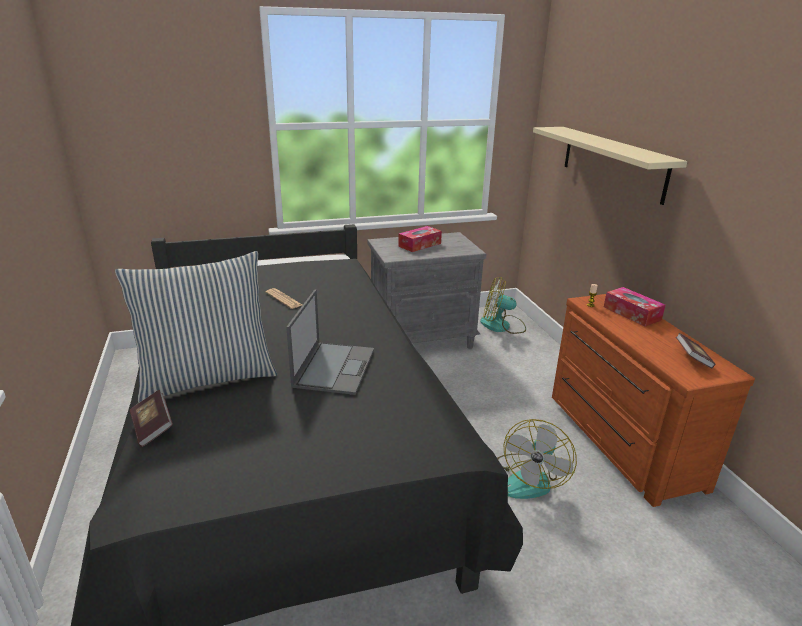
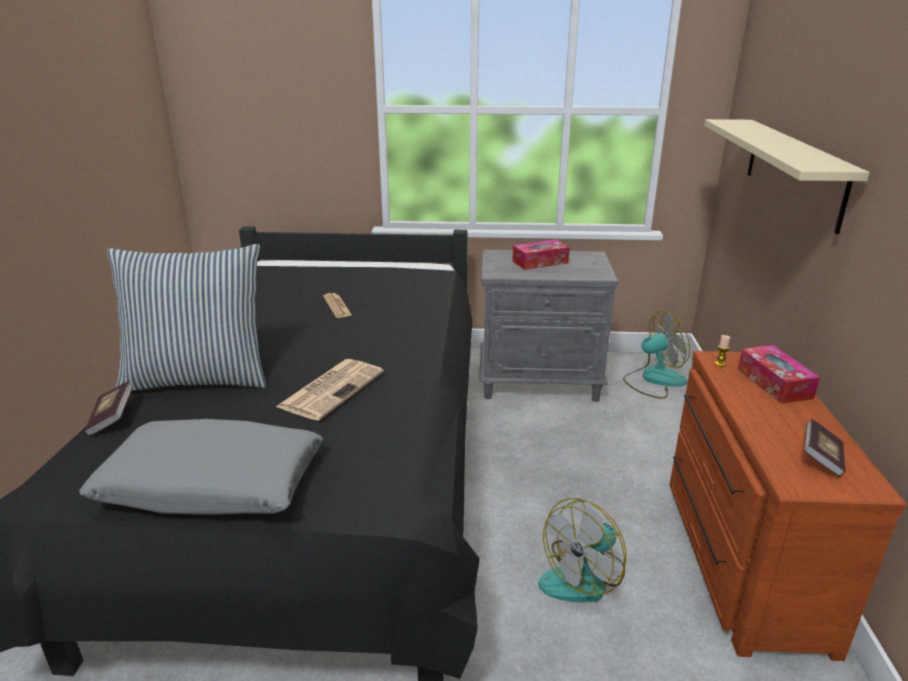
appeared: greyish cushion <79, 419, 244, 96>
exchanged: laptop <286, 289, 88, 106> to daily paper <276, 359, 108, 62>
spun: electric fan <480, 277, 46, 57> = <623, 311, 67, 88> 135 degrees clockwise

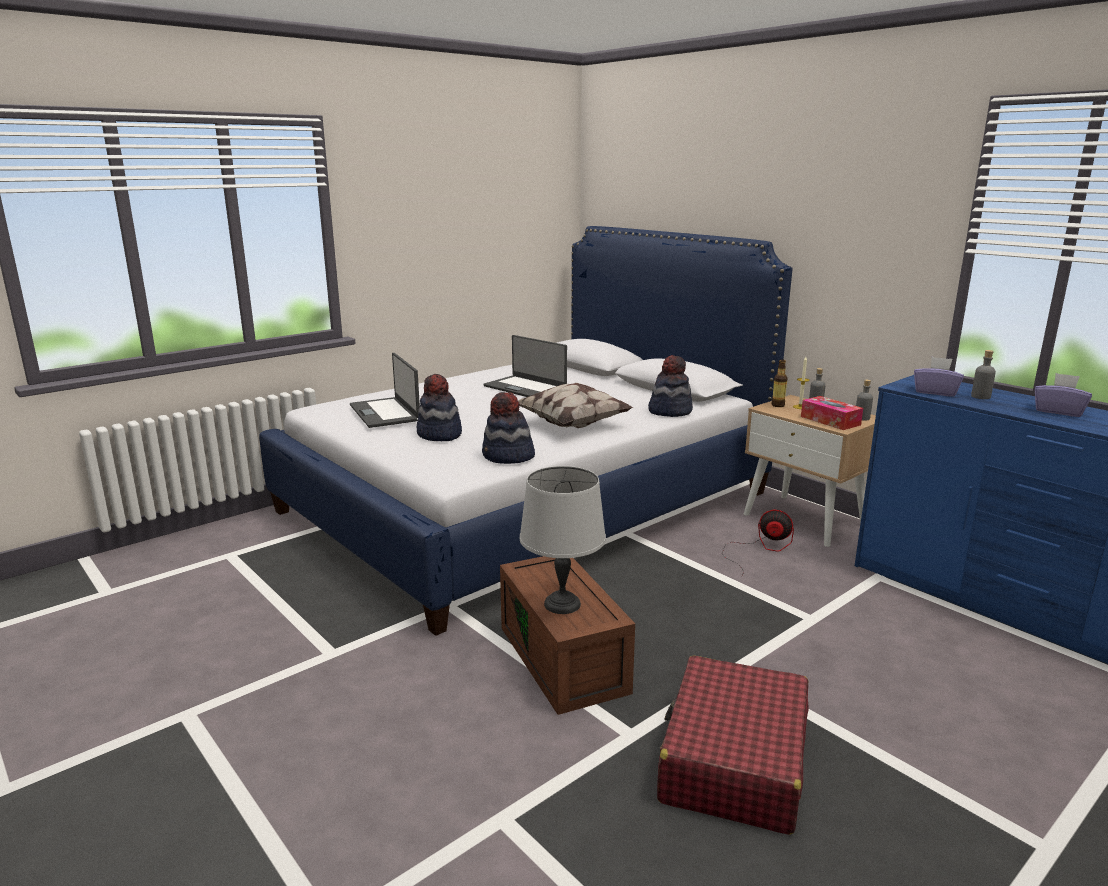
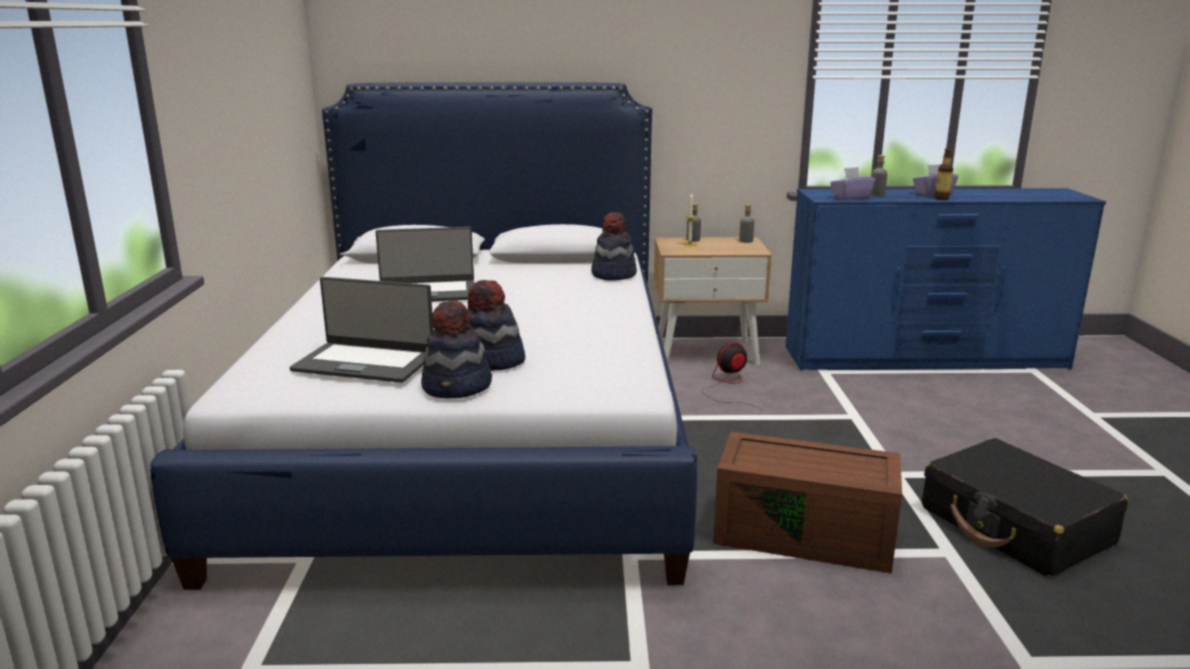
missing: cushion <518, 383, 115, 45>; box of tissues <801, 396, 62, 34>; greyish table lamp <520, 466, 86, 148>
relocated: drink bottle <771, 359, 16, 48> to <935, 148, 18, 52>; clothing hat <482, 392, 53, 72> to <421, 300, 71, 99>
colour: reddish suitcase <657, 655, 152, 180> to black suitcase <922, 438, 206, 139>

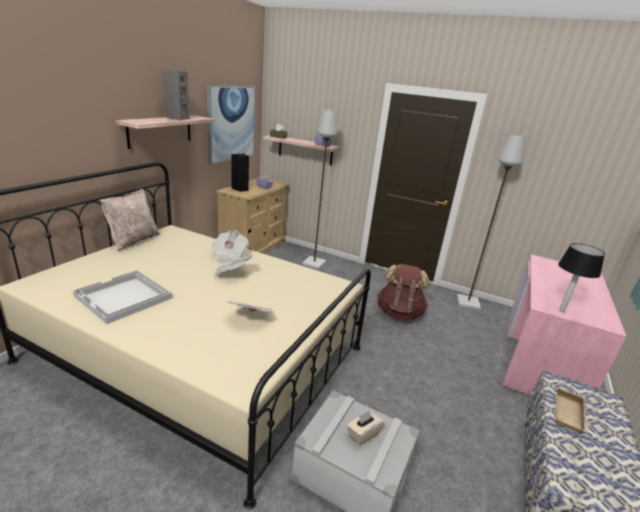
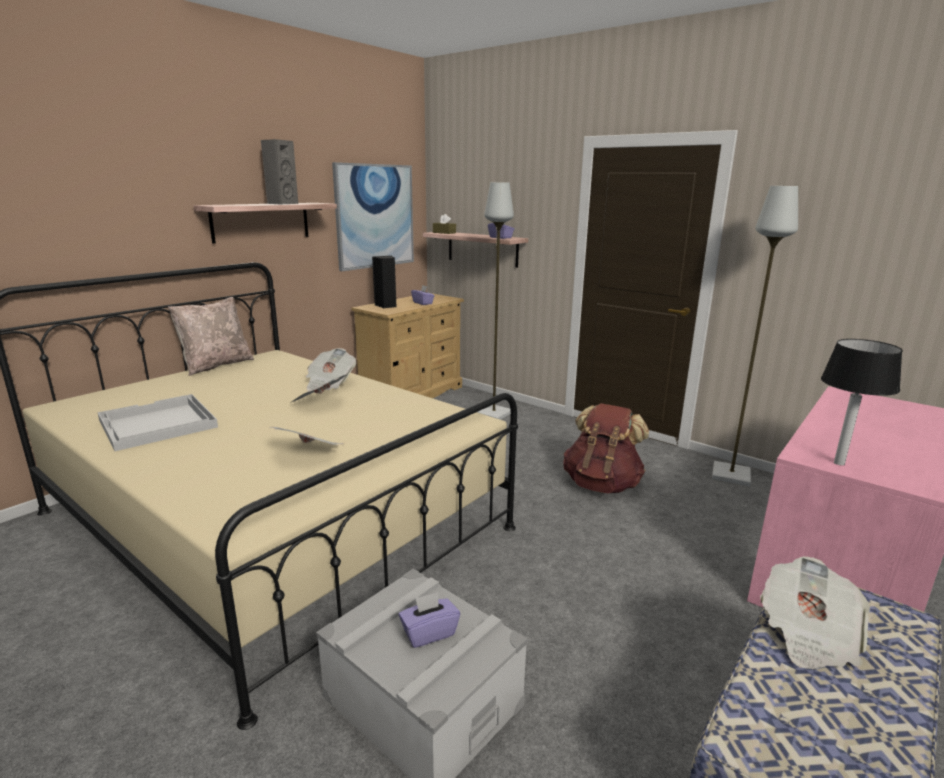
exchanged: beige tray <556, 387, 32, 46> to daily paper <760, 556, 110, 113>
colour: beige box of tissues <347, 411, 38, 34> to purple box of tissues <399, 592, 61, 56>

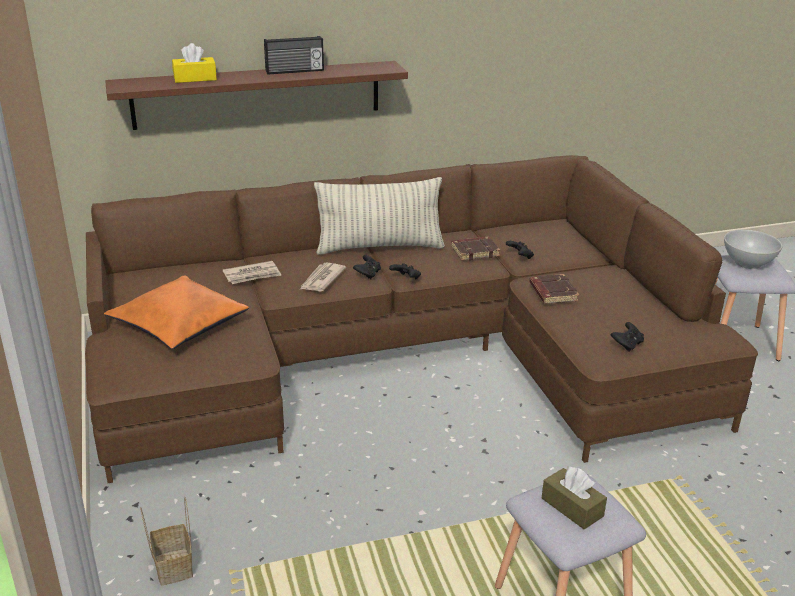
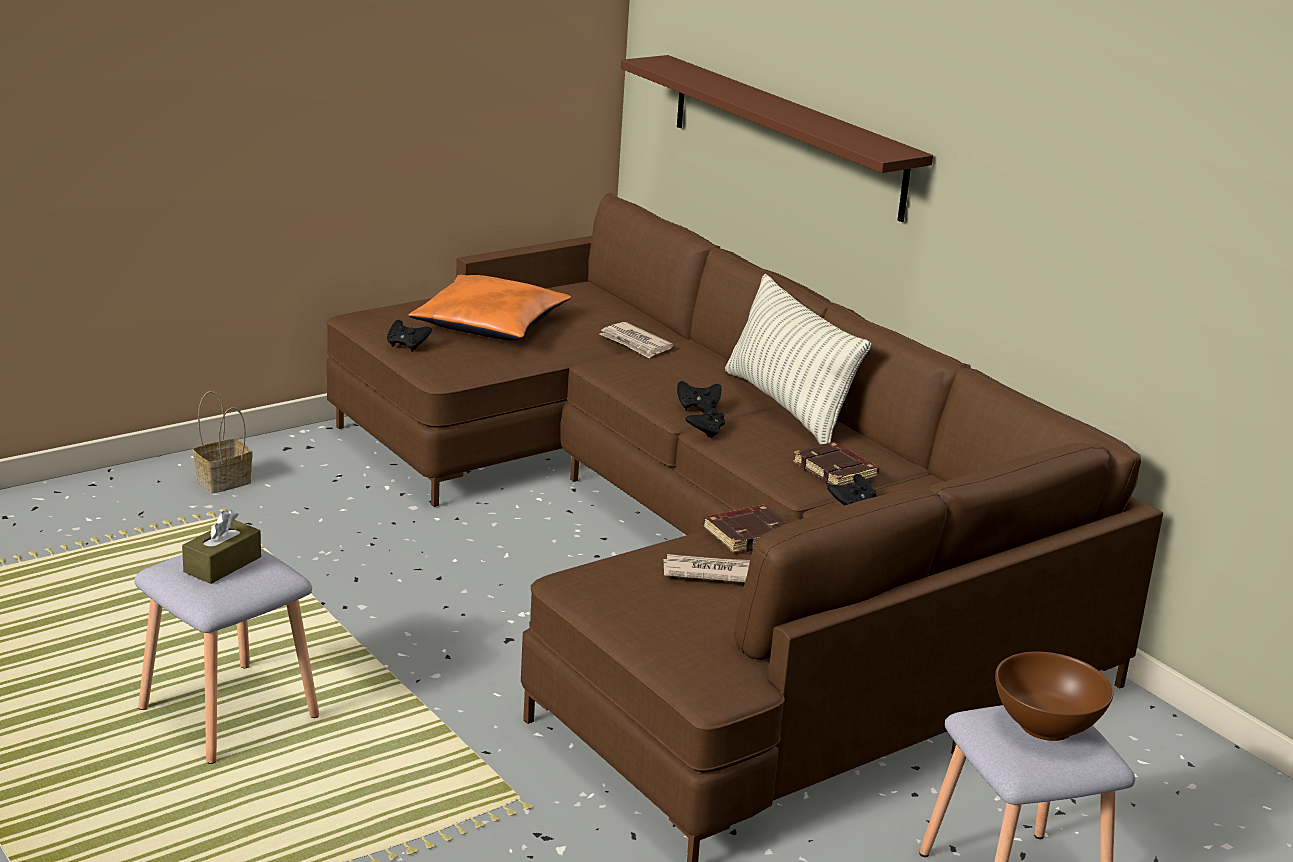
missing: radio receiver <264, 36, 60, 39>; yellow-coloured box of tissues <172, 43, 45, 40>
relocated: daily paper <300, 262, 46, 29> to <663, 554, 87, 29>; black joypad <611, 322, 33, 29> to <387, 320, 45, 32>
colour: white-coloured serving bowl <724, 230, 58, 39> to brown-coloured serving bowl <995, 652, 118, 89>

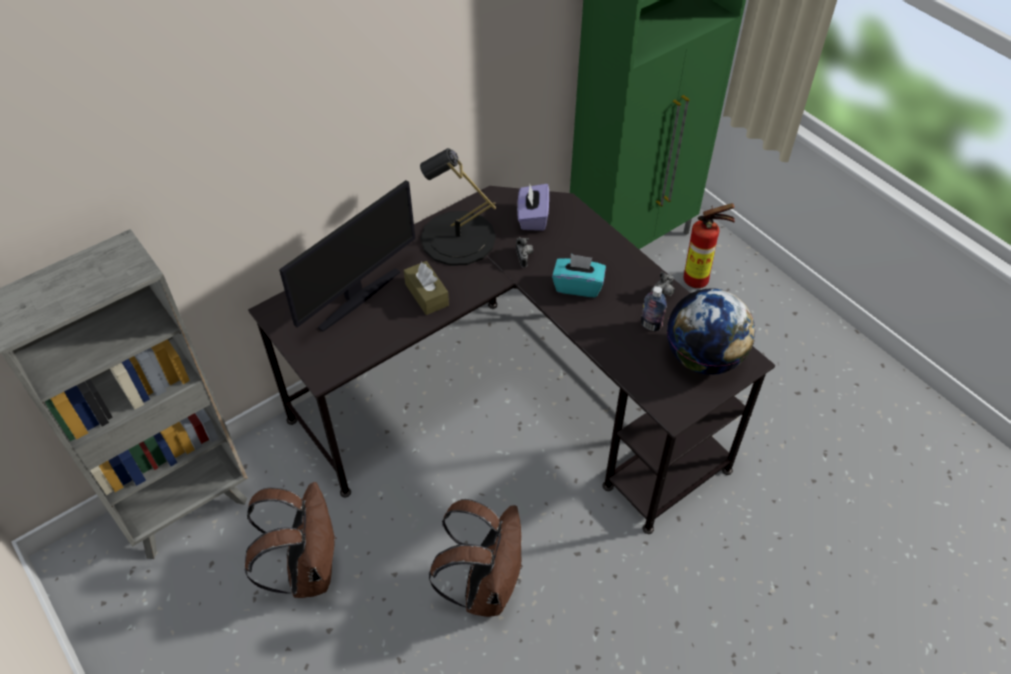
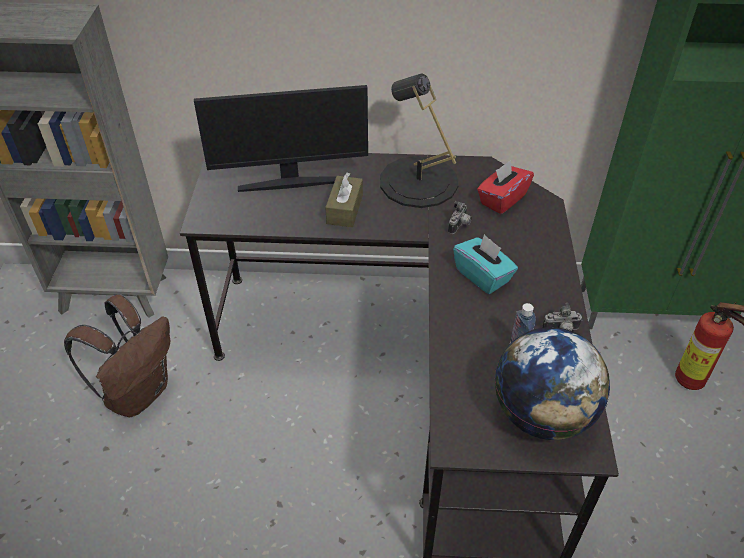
missing: brown-coloured knapsack <429, 499, 94, 118>
colour: purple box of tissues <517, 184, 32, 47> to reddish box of tissues <477, 160, 57, 54>

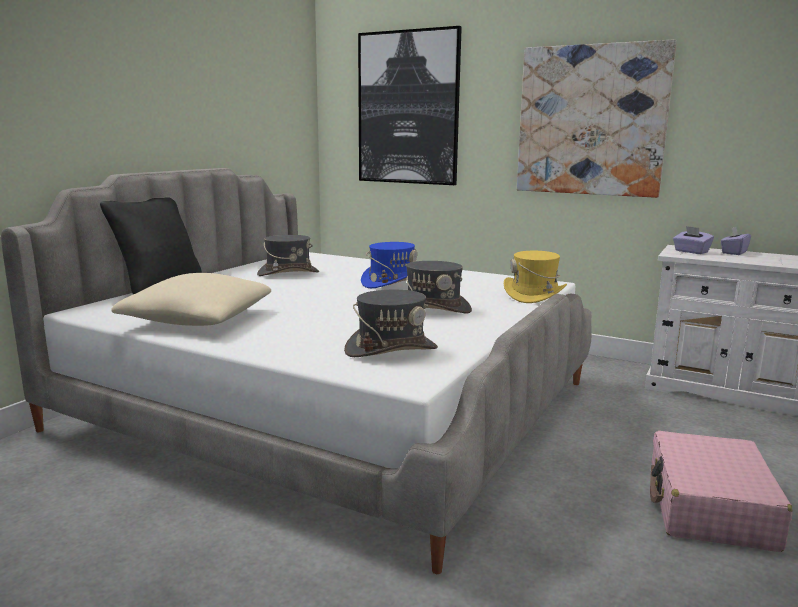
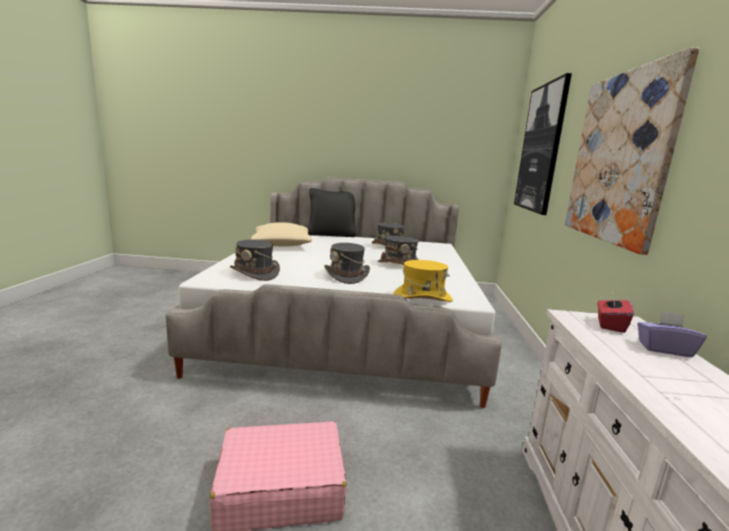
colour: purple box of tissues <673, 226, 41, 28> to reddish box of tissues <597, 290, 37, 43>; blue-coloured clothing hat <361, 242, 56, 46> to greyish clothing hat <377, 236, 42, 29>

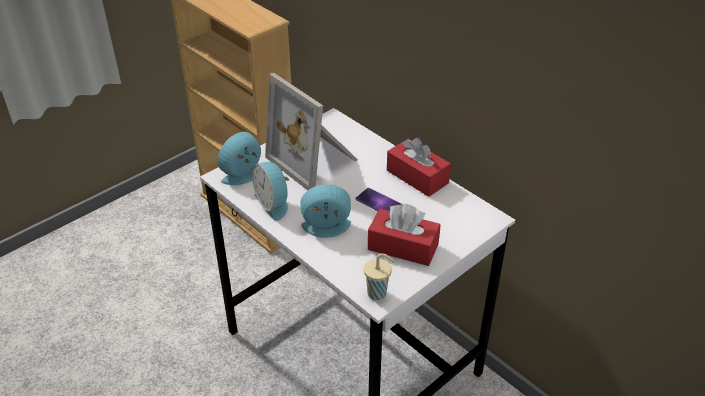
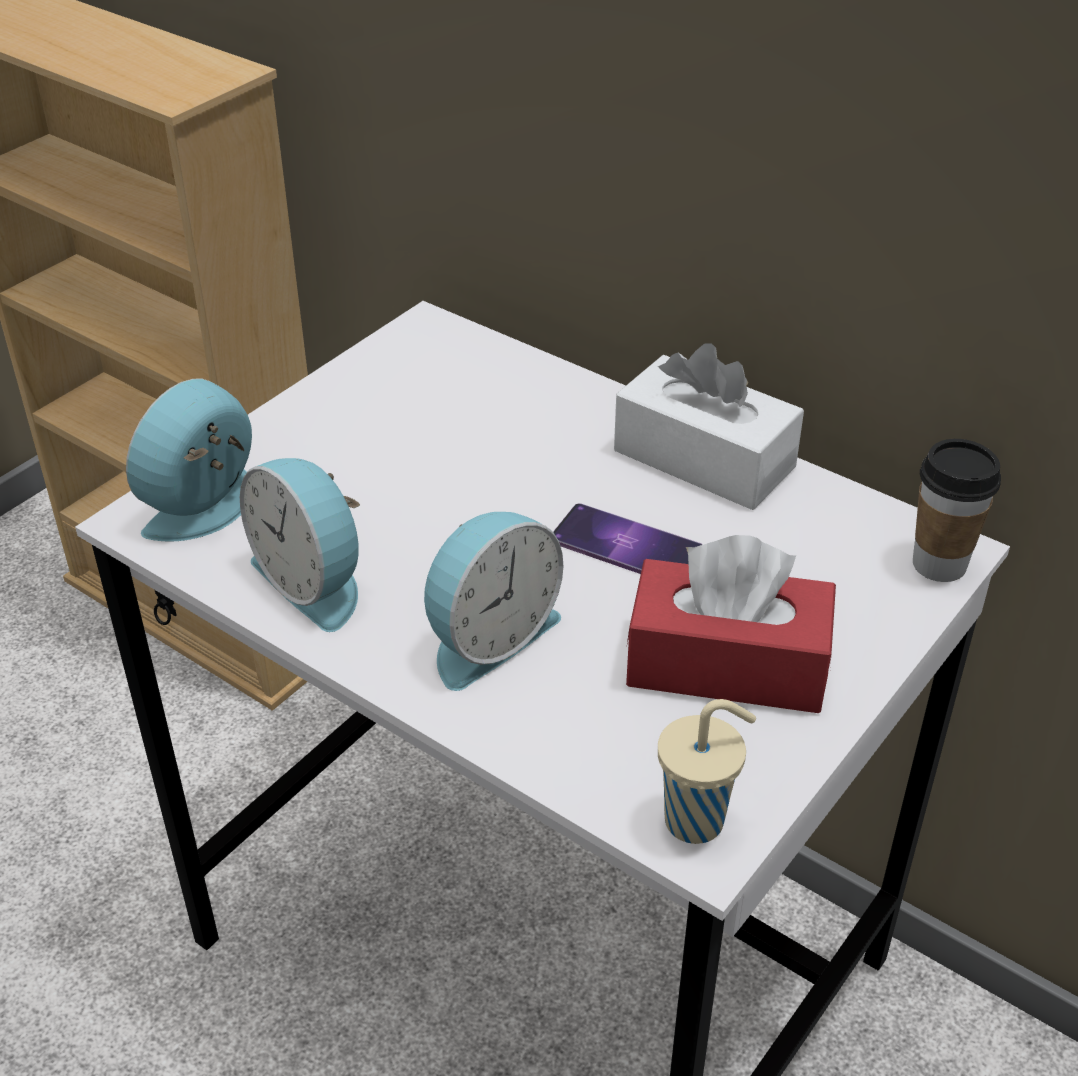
missing: picture frame <265, 73, 93, 117>
appeared: cup <913, 439, 88, 143>
colour: reddish box of tissues <387, 137, 64, 60> to white-coloured box of tissues <614, 344, 190, 166>
spun: alarm clock <300, 185, 51, 53> = <424, 512, 139, 179> 150 degrees clockwise

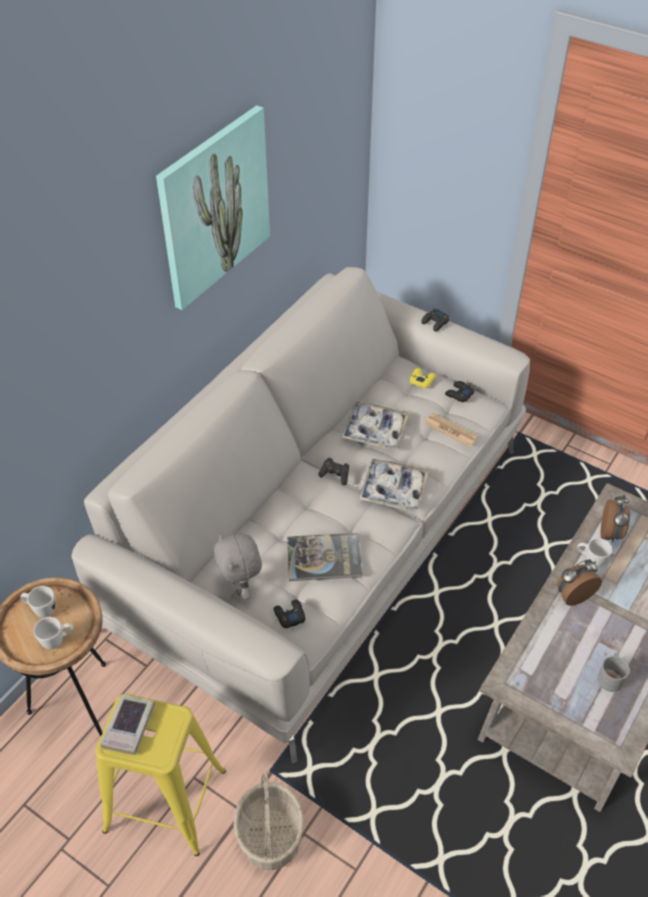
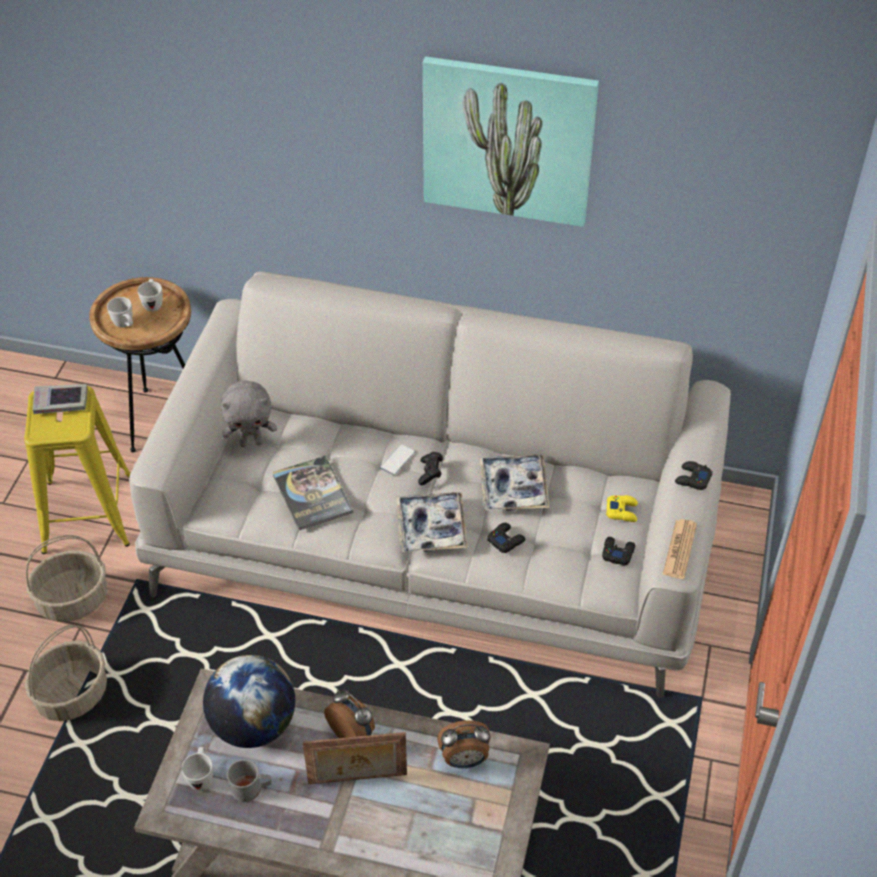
appeared: phone <380, 444, 35, 31>; basket <25, 625, 82, 96>; world globe <203, 655, 92, 93>; picture frame <303, 732, 104, 52>
relocated: daily paper <424, 413, 54, 34> to <663, 519, 34, 60>; white-coloured tea mug <577, 538, 35, 29> to <182, 747, 31, 43>; black joypad <274, 599, 32, 30> to <487, 523, 38, 30>
spun: greyish soft toy <214, 533, 48, 67> = <221, 380, 56, 67> 150 degrees counterclockwise

